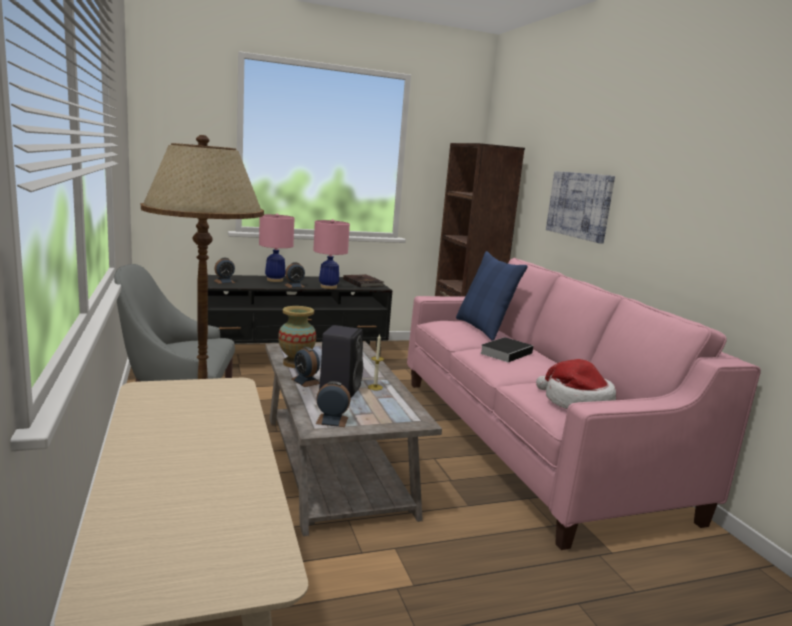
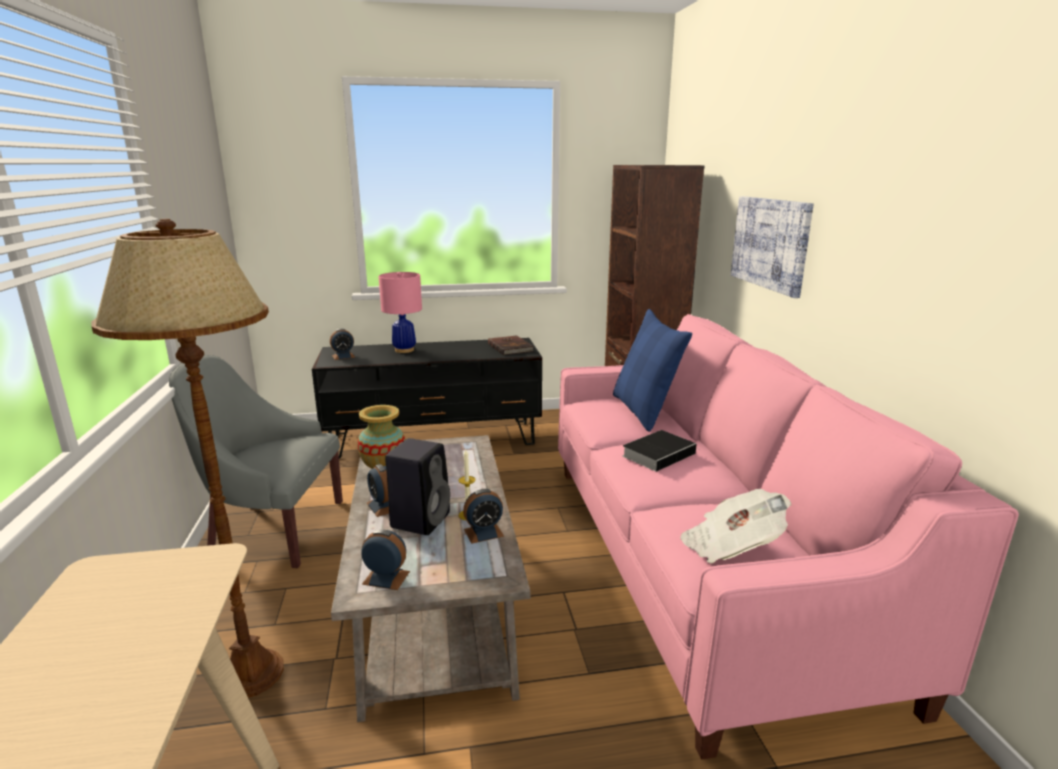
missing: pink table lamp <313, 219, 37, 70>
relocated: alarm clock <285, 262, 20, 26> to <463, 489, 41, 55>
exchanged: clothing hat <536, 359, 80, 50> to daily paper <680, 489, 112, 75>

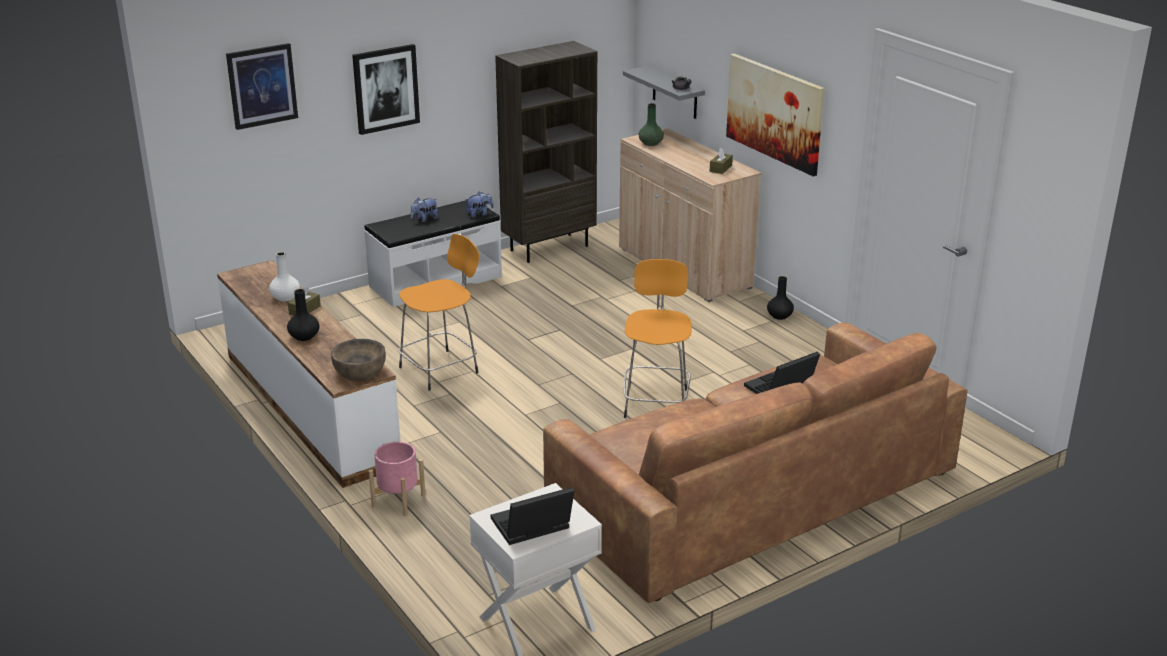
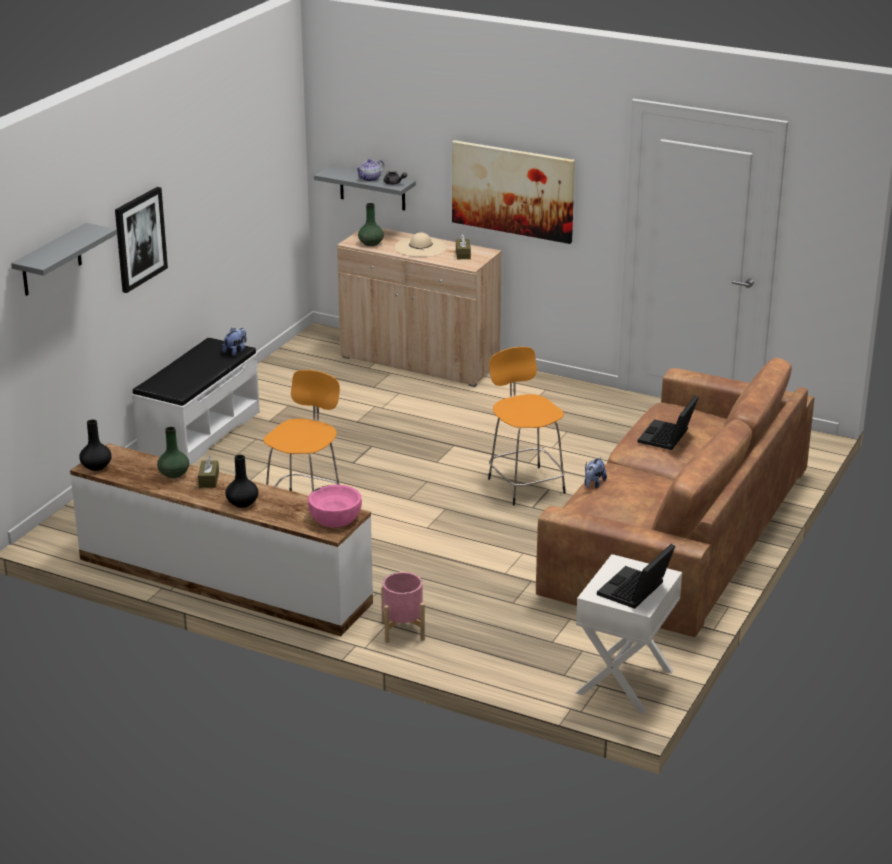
missing: brown-coloured shelving unit <495, 41, 102, 222>
appeared: tea pot <356, 159, 28, 23>; beige clothing hat <394, 232, 53, 25>
relocated: soft toy <411, 198, 27, 24> to <584, 457, 23, 32>; black decorative vase <767, 276, 27, 44> to <80, 419, 32, 52>
exchanged: wall picture <226, 43, 72, 87> to greyish bracket shelf <11, 223, 106, 73>
colour: white-coloured decorative vase <269, 252, 31, 49> to green decorative vase <157, 427, 32, 51>; brown-coloured serving bowl <331, 339, 55, 42> to pink serving bowl <308, 485, 54, 42>

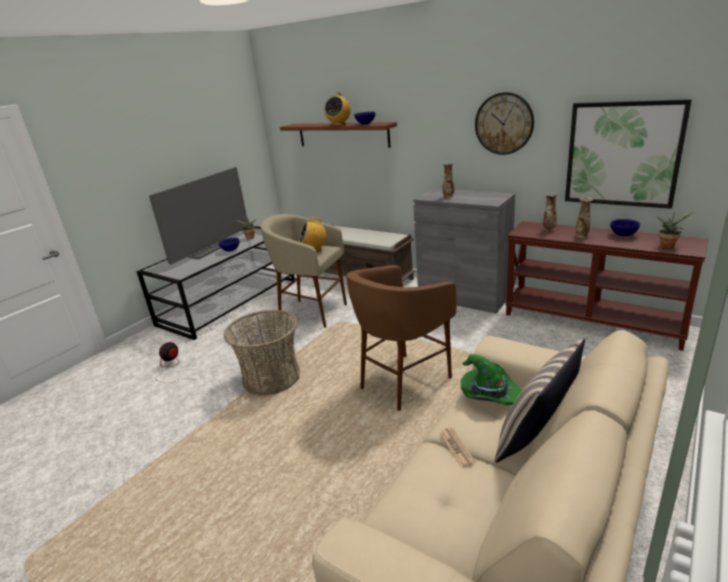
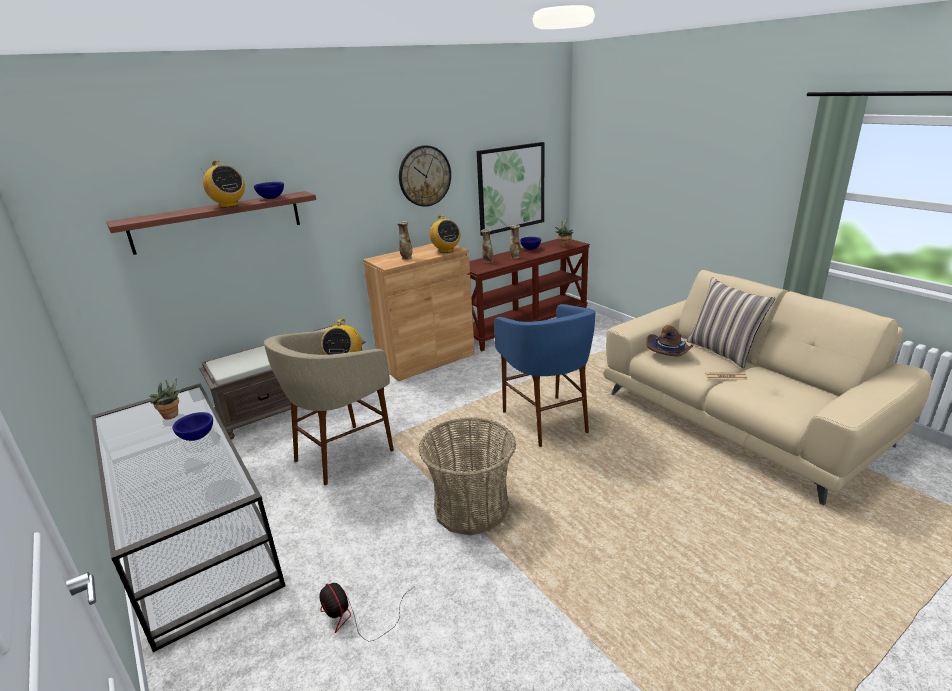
missing: television <149, 167, 98, 98>
appeared: radio receiver <430, 215, 30, 38>
colour: greyish storage cabinet <413, 188, 102, 125> to brown-coloured storage cabinet <363, 244, 112, 137>; brown-coloured sitting stool <346, 265, 110, 146> to blue-coloured sitting stool <494, 304, 102, 143>; green clothing hat <461, 354, 61, 51> to brown-coloured clothing hat <646, 325, 47, 31>

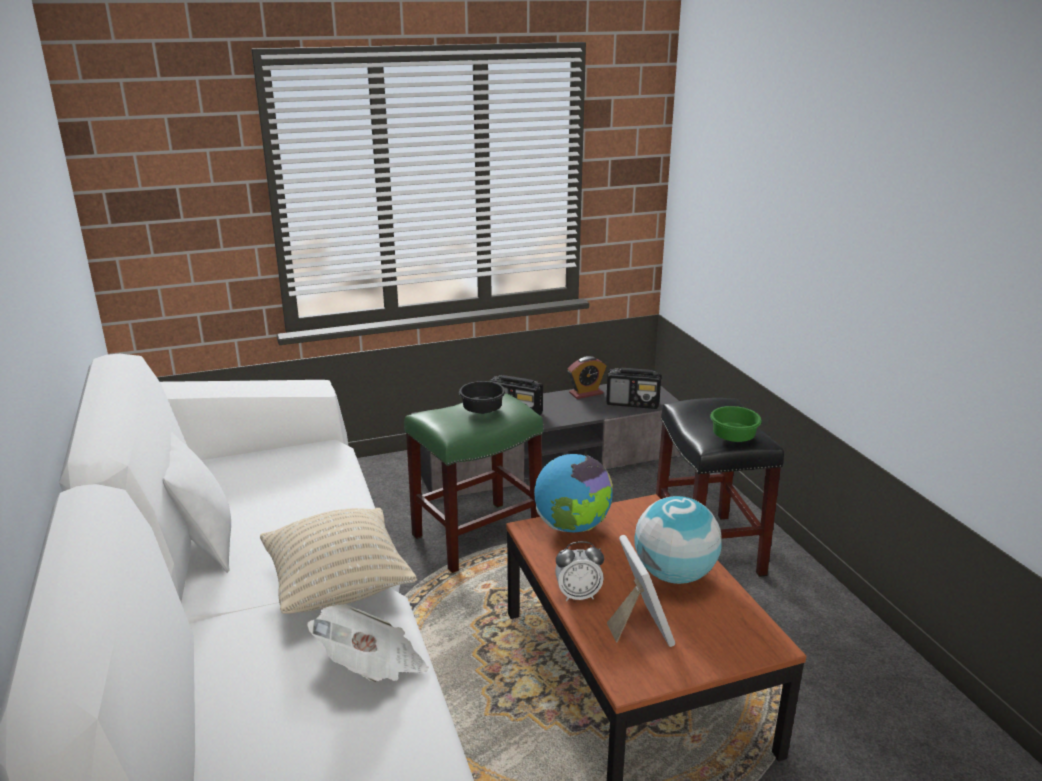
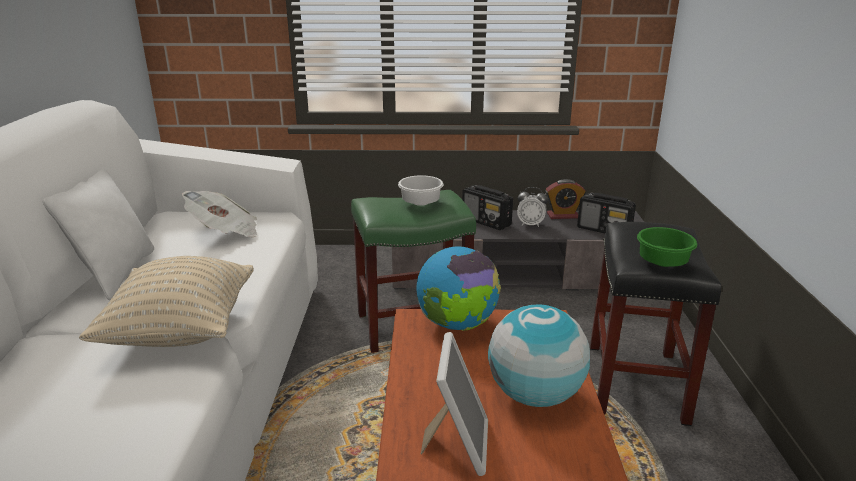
relocated: alarm clock <555, 541, 49, 60> to <517, 187, 31, 40>; daily paper <307, 604, 122, 78> to <182, 191, 75, 46>
colour: black serving bowl <459, 381, 47, 33> to white-coloured serving bowl <398, 175, 46, 31>

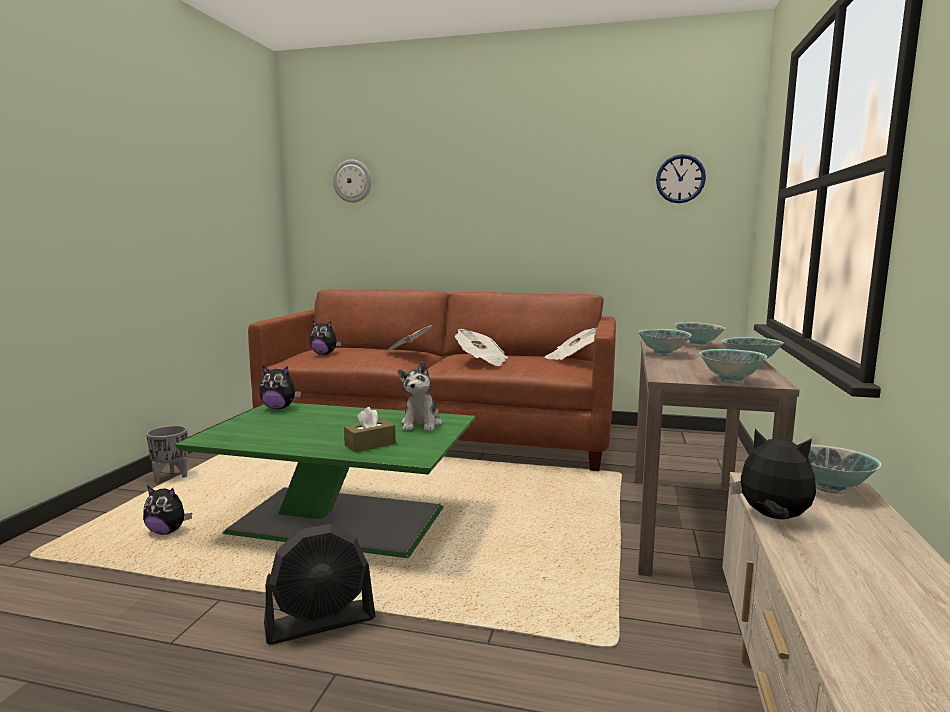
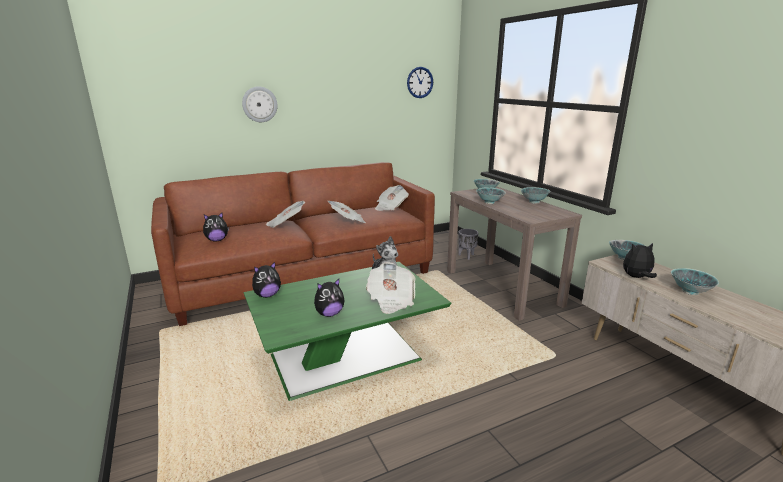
missing: black electric fan <264, 524, 111, 121>
relocated: hanging clock <333, 159, 38, 44> to <242, 86, 36, 36>; serving bowl <700, 349, 67, 35> to <671, 268, 48, 27>; greyish plant pot <146, 425, 42, 58> to <458, 229, 21, 31>; soft toy <143, 486, 49, 49> to <314, 279, 31, 38>
exchanged: brown-coloured box of tissues <344, 407, 52, 45> to daily paper <366, 262, 49, 52>

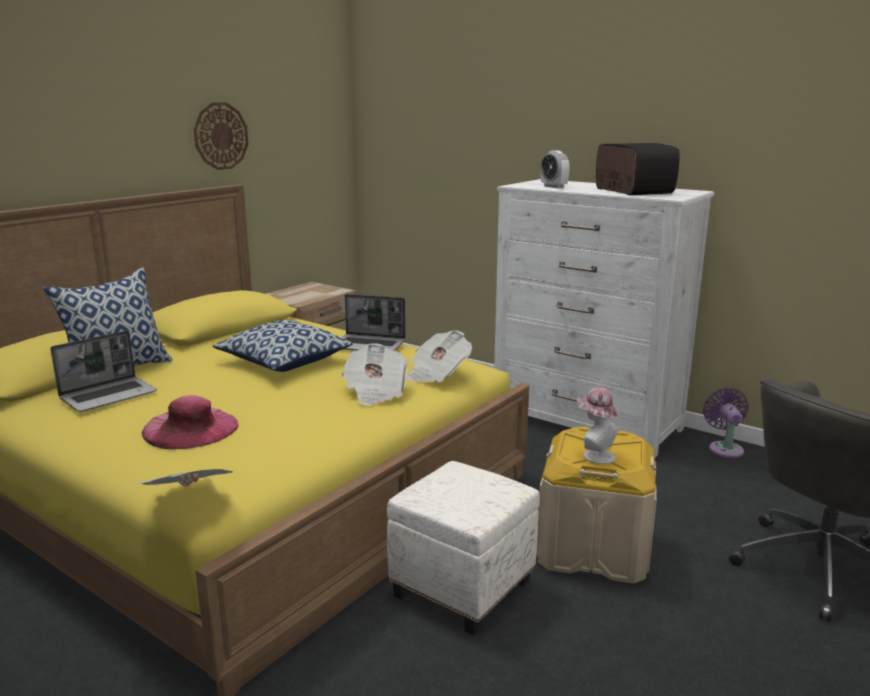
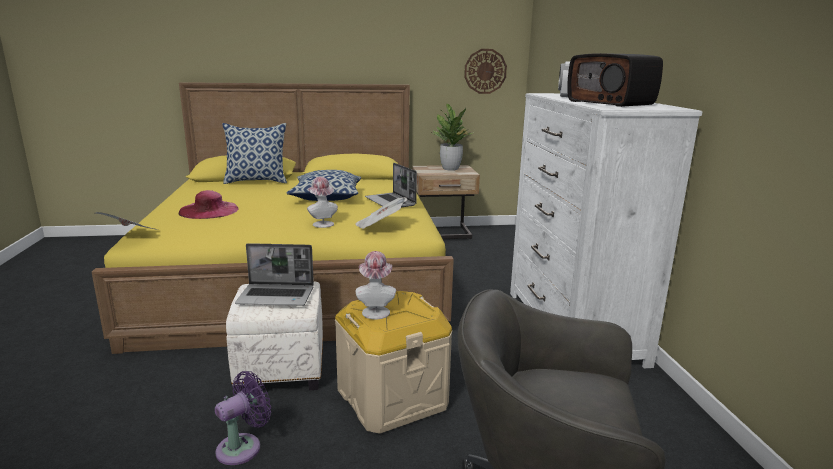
appeared: potted plant <433, 104, 39, 67>
relocated: hanging clock <194, 102, 54, 68> to <464, 49, 43, 45>; laptop <50, 330, 107, 82> to <235, 243, 79, 63>; purple electric fan <703, 388, 46, 70> to <215, 371, 56, 94>
exchanged: daily paper <342, 343, 67, 63> to clothing hat <307, 177, 31, 51>
spun: radio receiver <596, 143, 84, 52> = <567, 53, 96, 54> 120 degrees clockwise

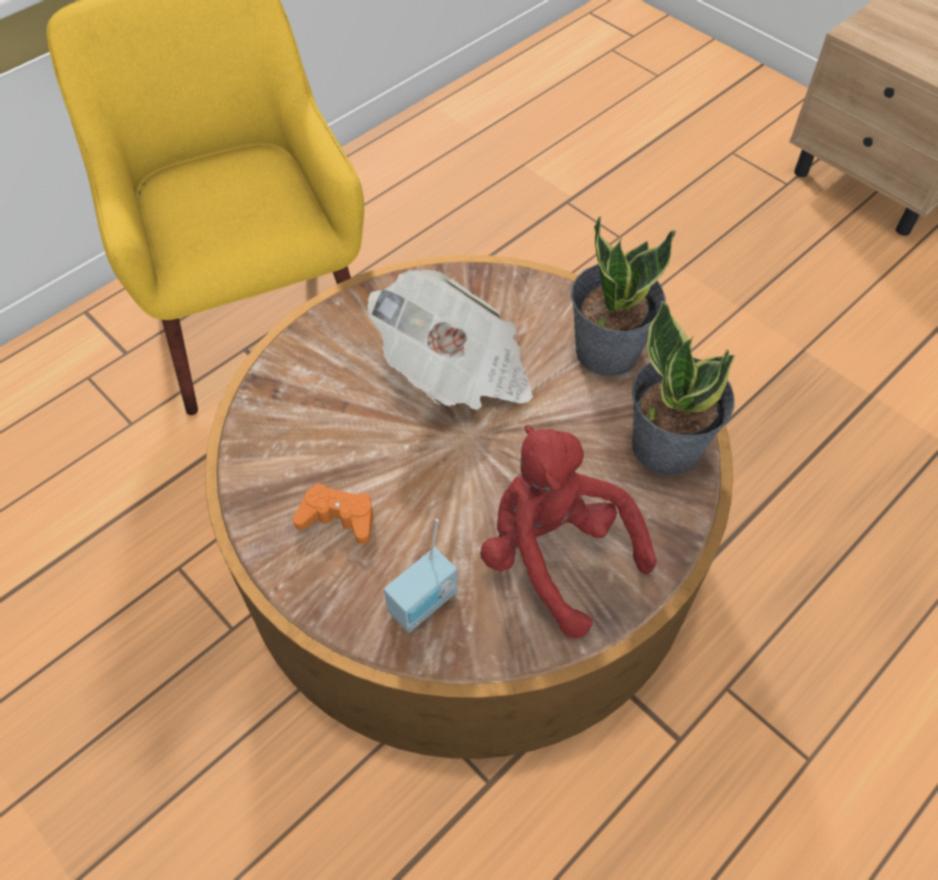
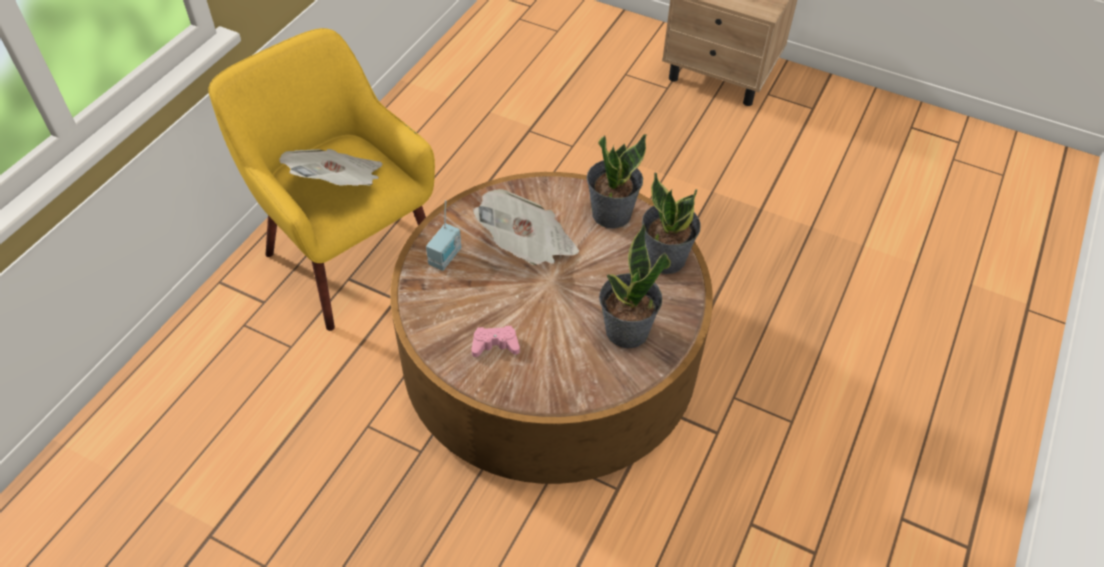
appeared: daily paper <279, 149, 104, 37>
relocated: radio receiver <384, 519, 73, 114> to <426, 200, 35, 71>
exchanged: reddish soft toy <480, 425, 177, 214> to potted plant <599, 223, 72, 125>
colour: orangey joypad <293, 483, 80, 61> to pink joypad <471, 326, 49, 31>

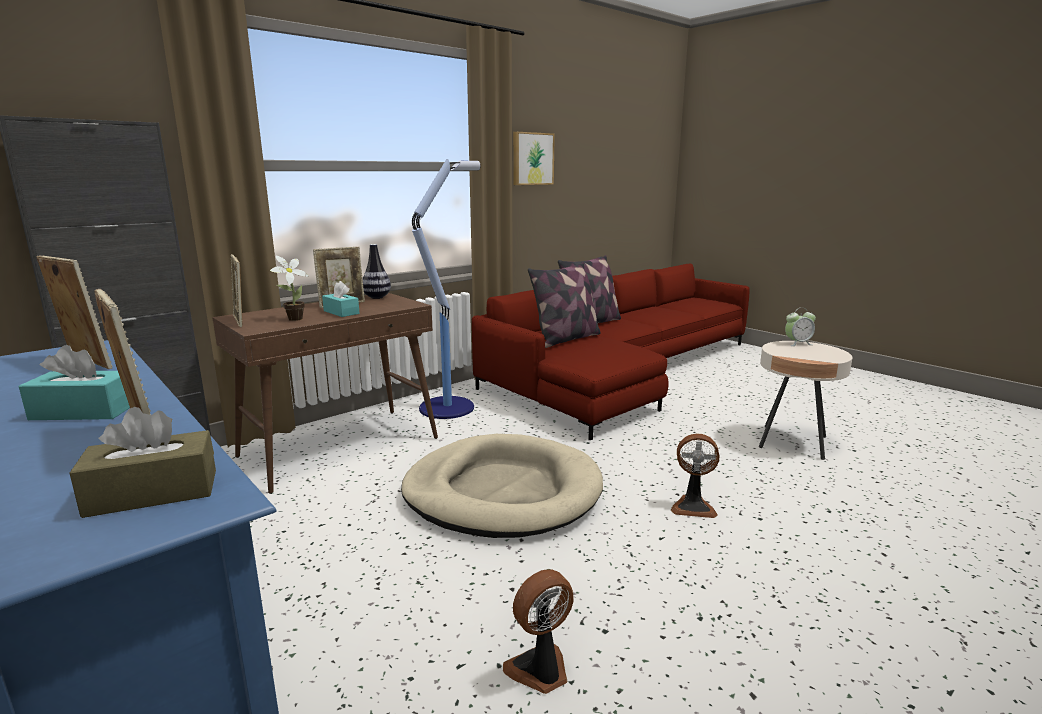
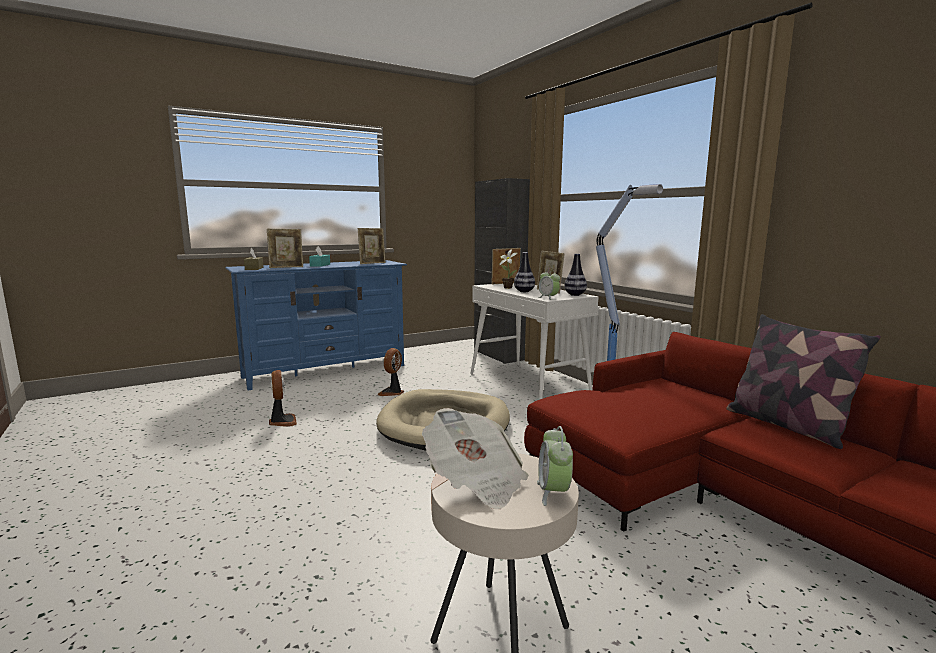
missing: wall picture <513, 132, 42, 53>; cushion <528, 262, 73, 86>
appeared: alarm clock <538, 269, 22, 31>; daily paper <422, 408, 107, 102>
relocated: electric fan <671, 433, 49, 85> to <377, 348, 27, 48>
exchanged: turquoise-coloured box of tissues <322, 281, 38, 36> to decorative vase <514, 252, 21, 40>
colour: brown-coloured narrow table <212, 293, 226, 201> to white-coloured narrow table <470, 283, 129, 117>

